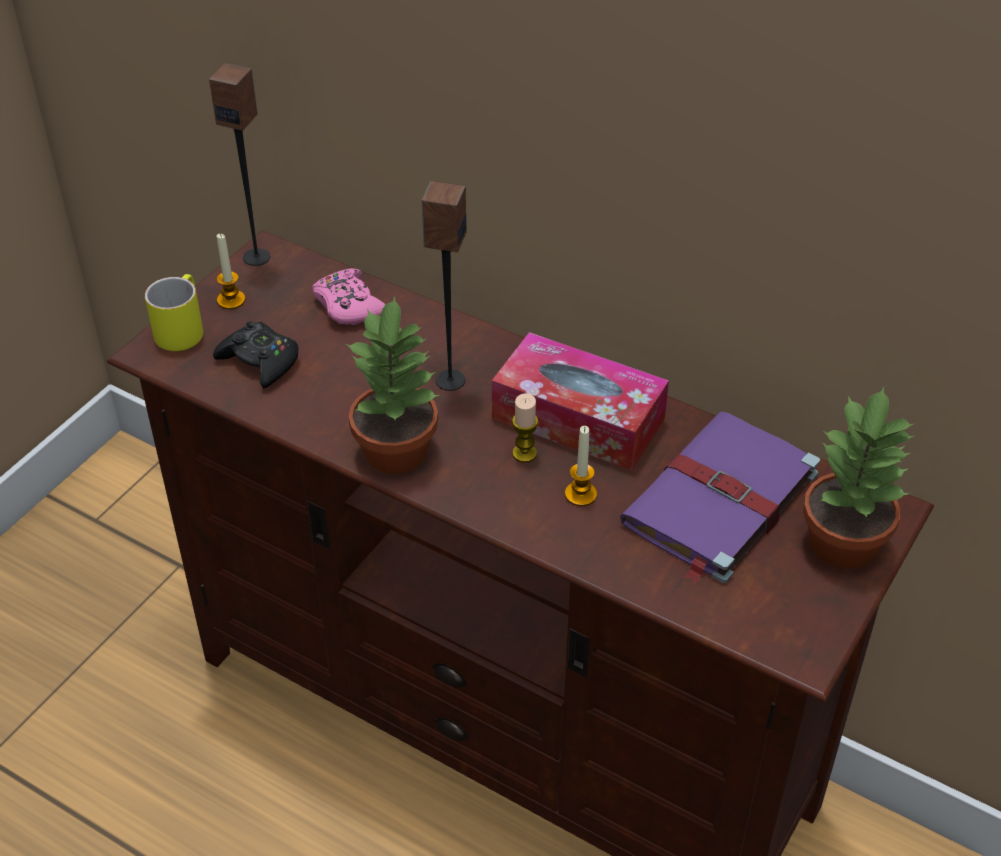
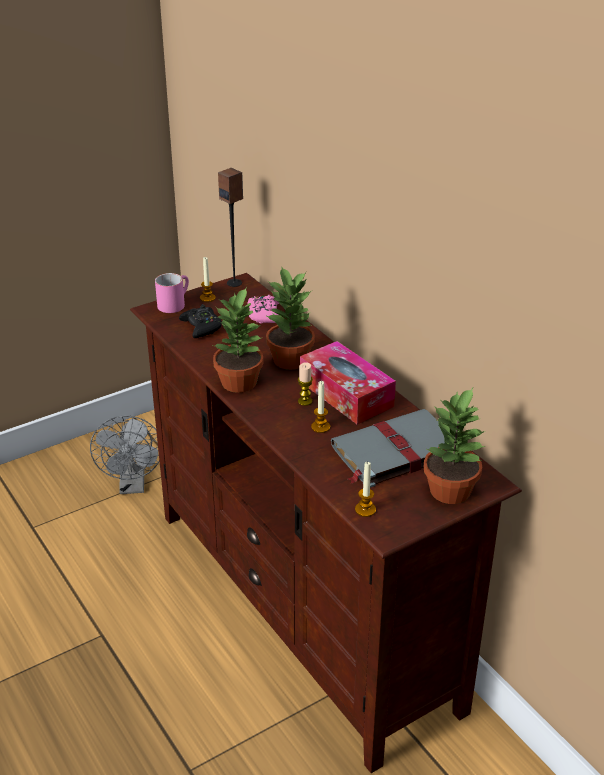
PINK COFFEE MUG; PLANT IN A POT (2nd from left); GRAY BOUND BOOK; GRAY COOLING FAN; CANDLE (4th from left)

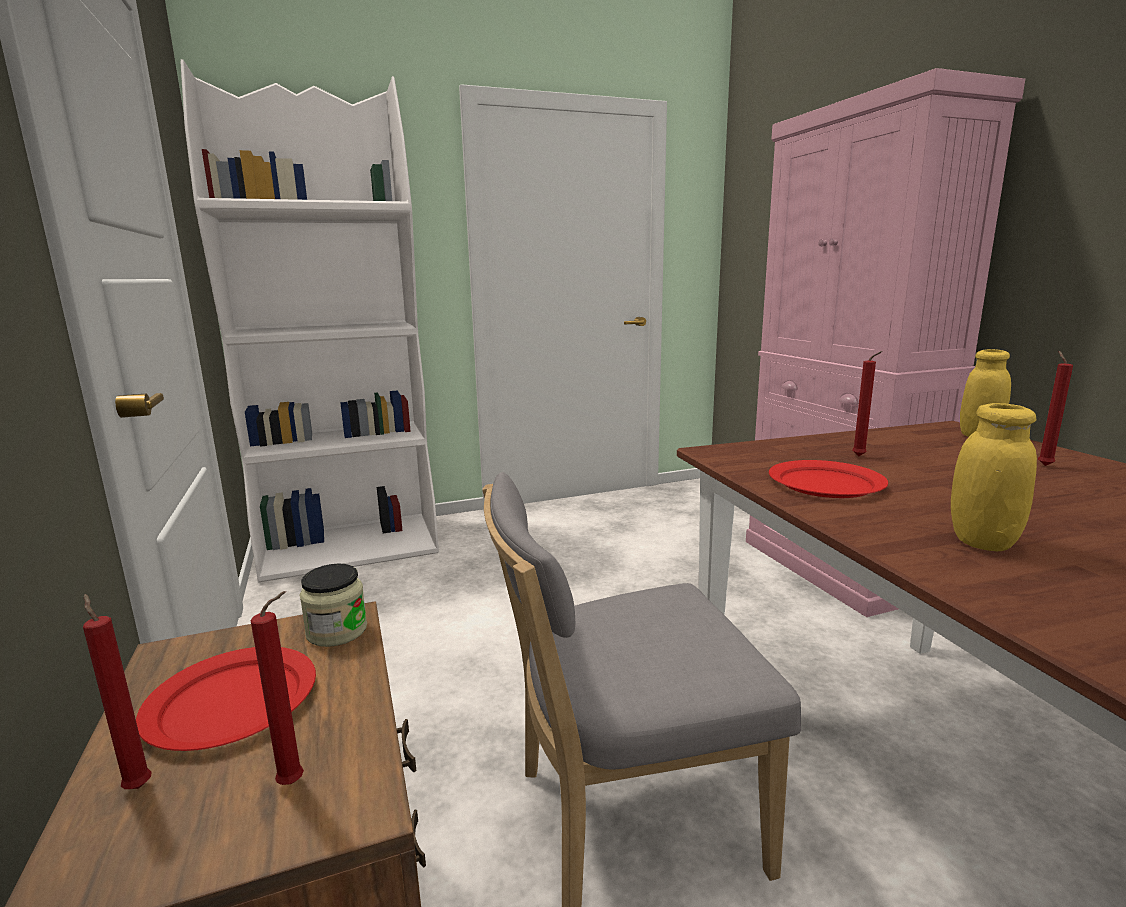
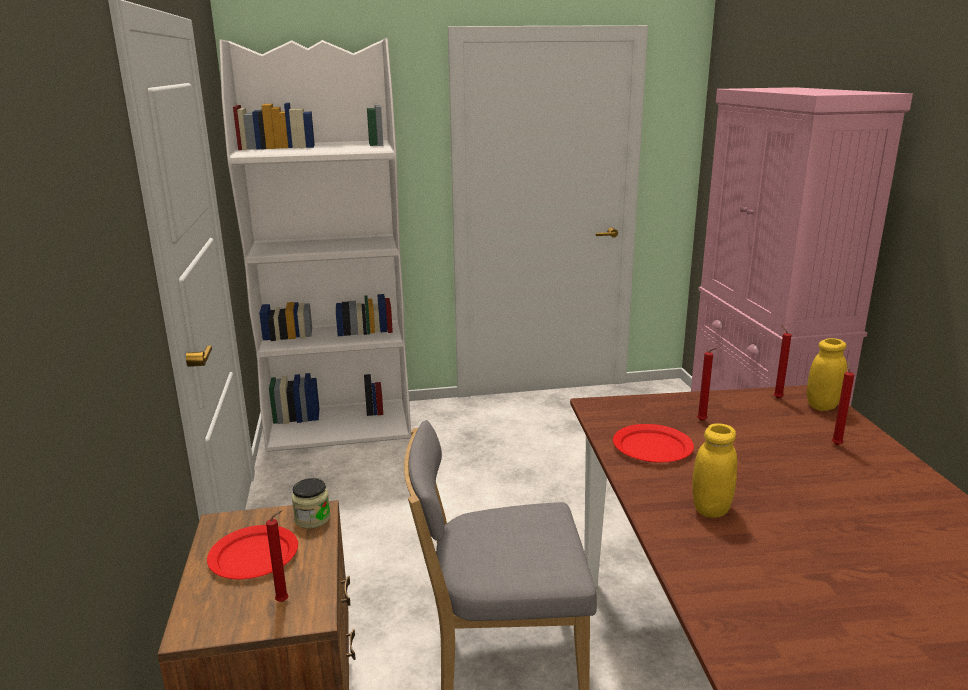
REDDISH CANDLE (3rd from left)

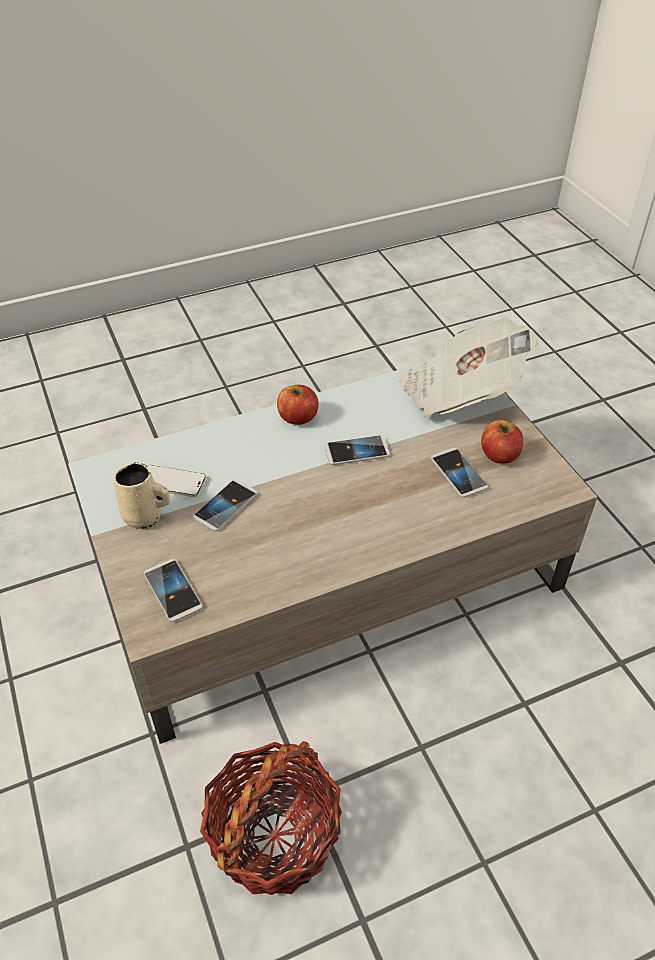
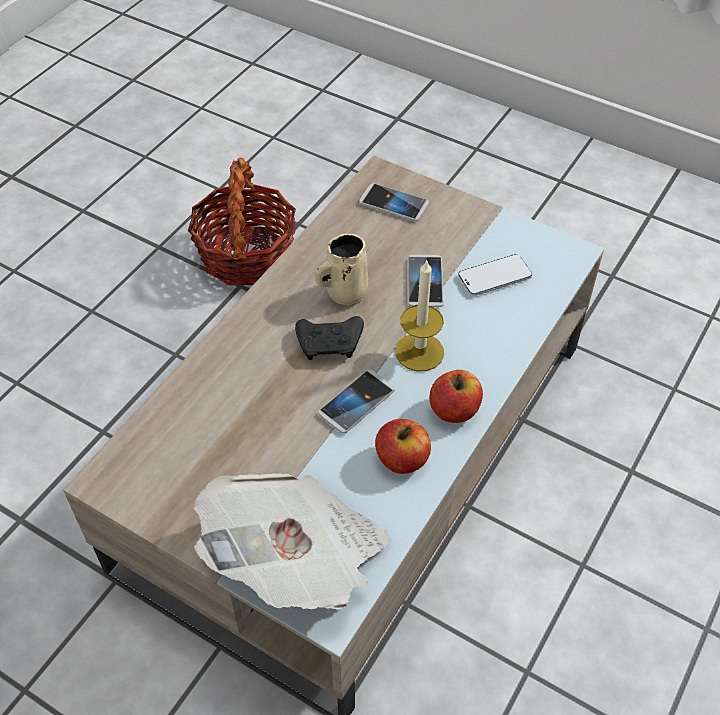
BEIGE-COLOURED COFFEE MUG; TELEPHONE (5th from left in the first image); APPLE (1st from left); BLACKISH GAMEPAD; CANDLE

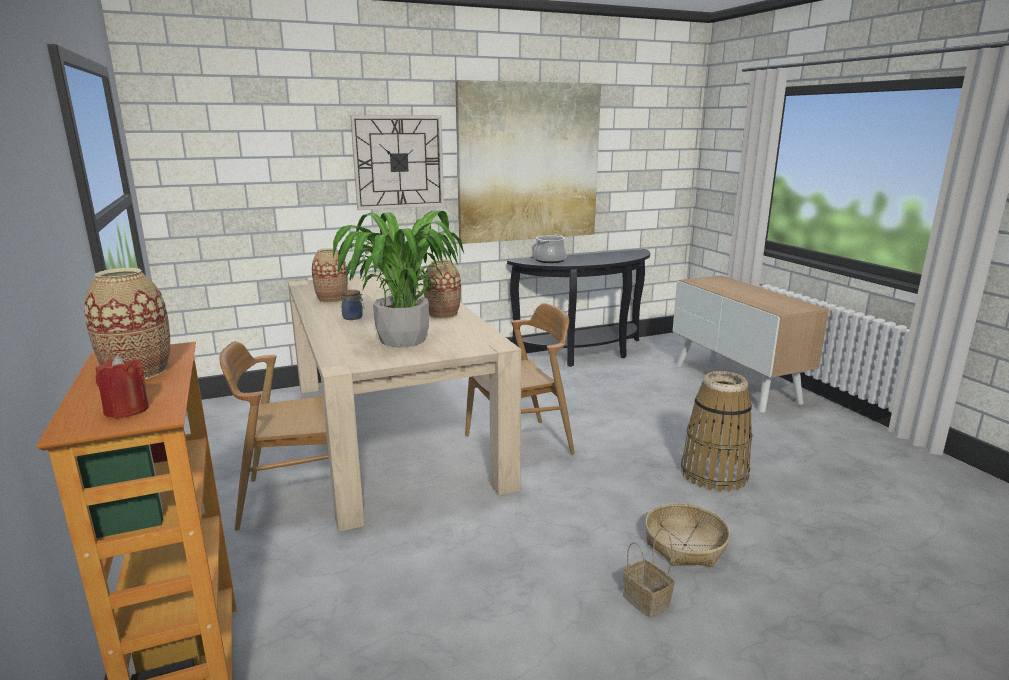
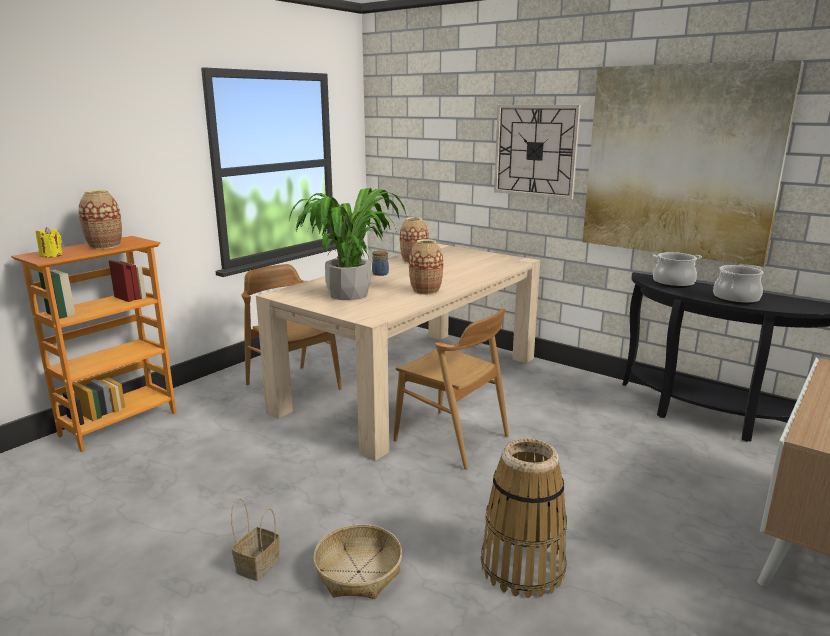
YELLOW CANDLE; STOCKPOT (2nd from left)

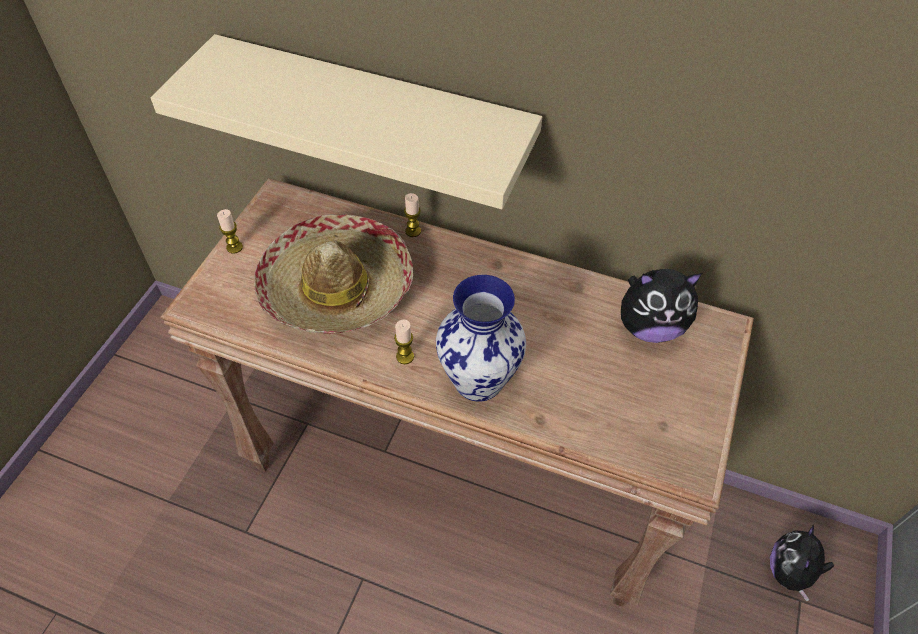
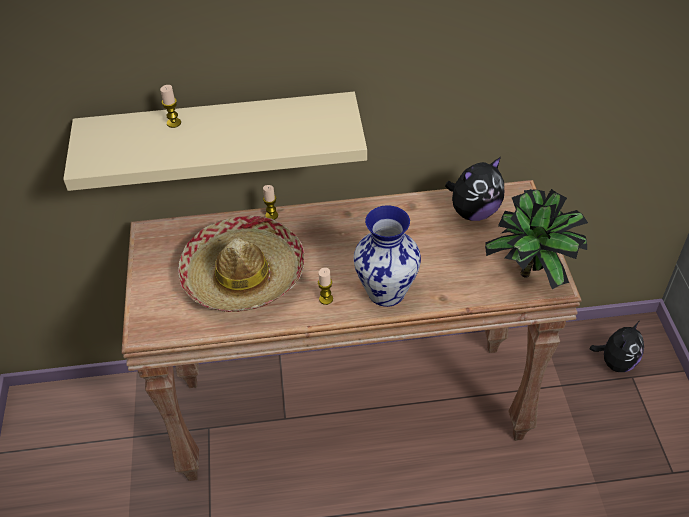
CANDLE (1st from left); PLUSH TOY (2nd from left); PLANT IN A POT

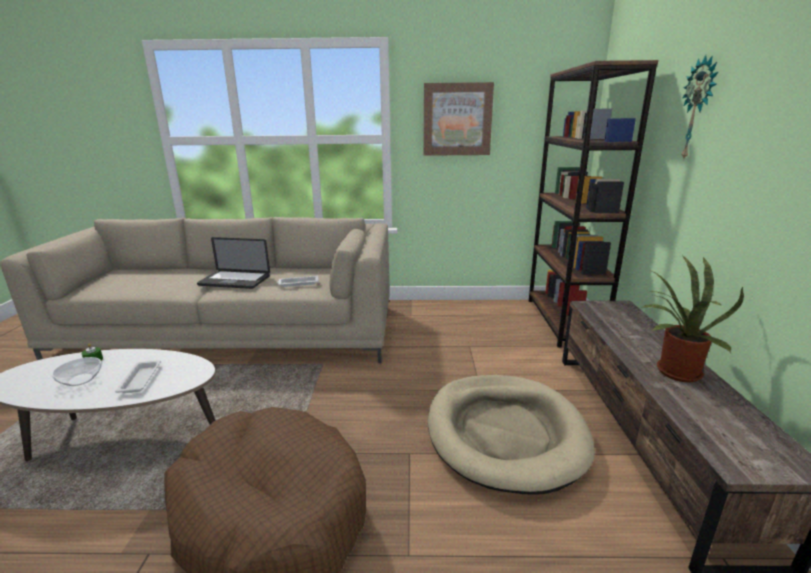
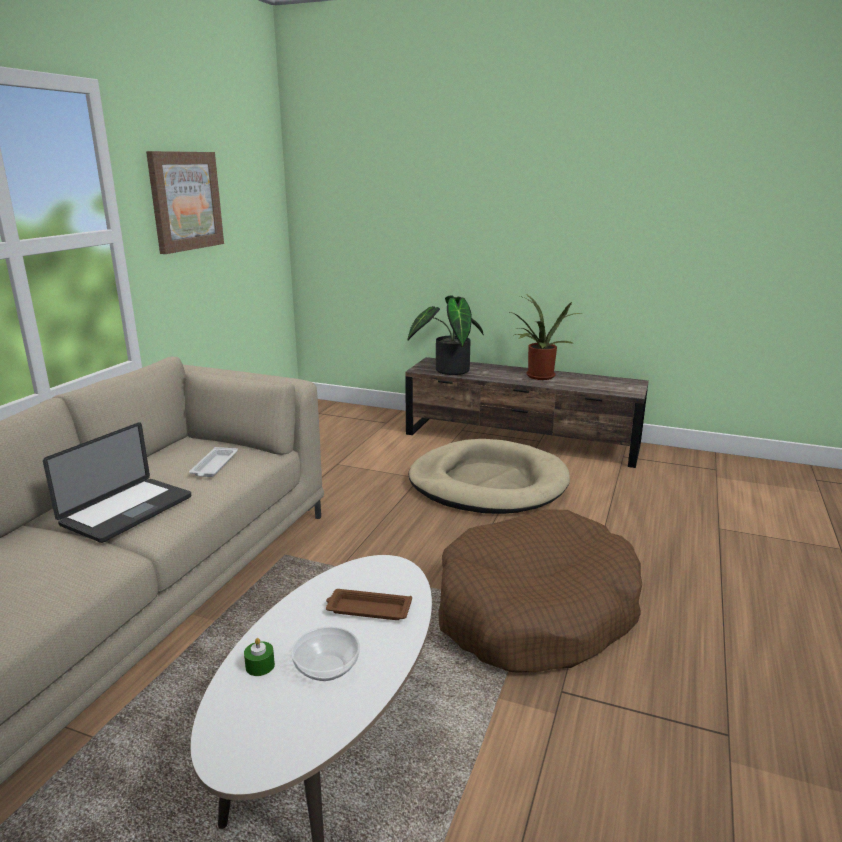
BROWN-COLOURED TRAY; BROWN-COLOURED BOOKSHELF; WALL CLOCK; PLANT IN A POT (1st from left)

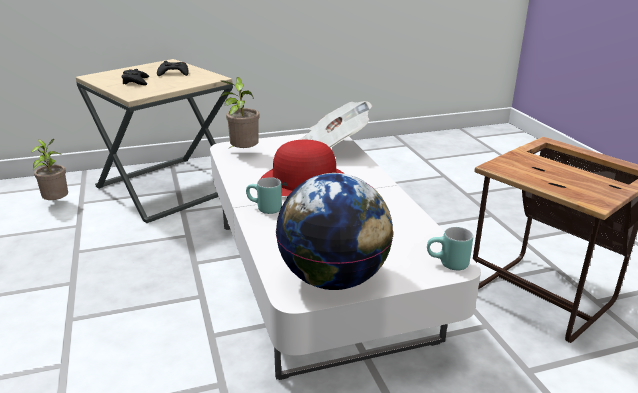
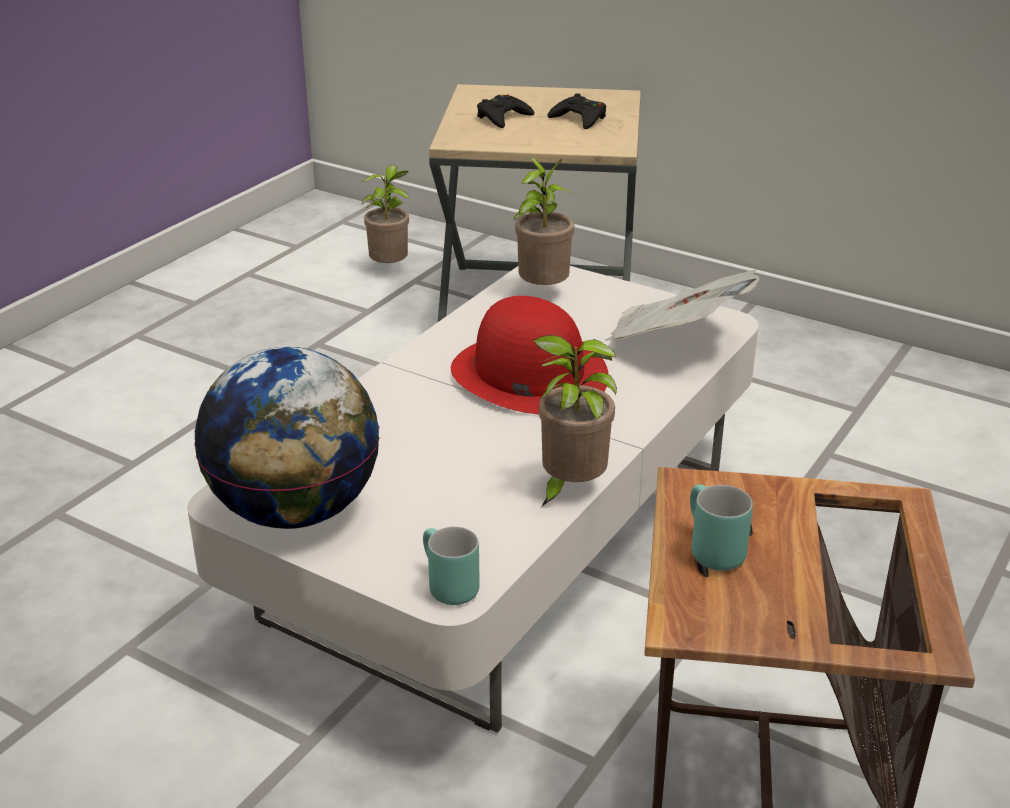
TURQUOISE-COLOURED COFFEE MUG (2nd from left); PLANT IN A POT (3rd from left)

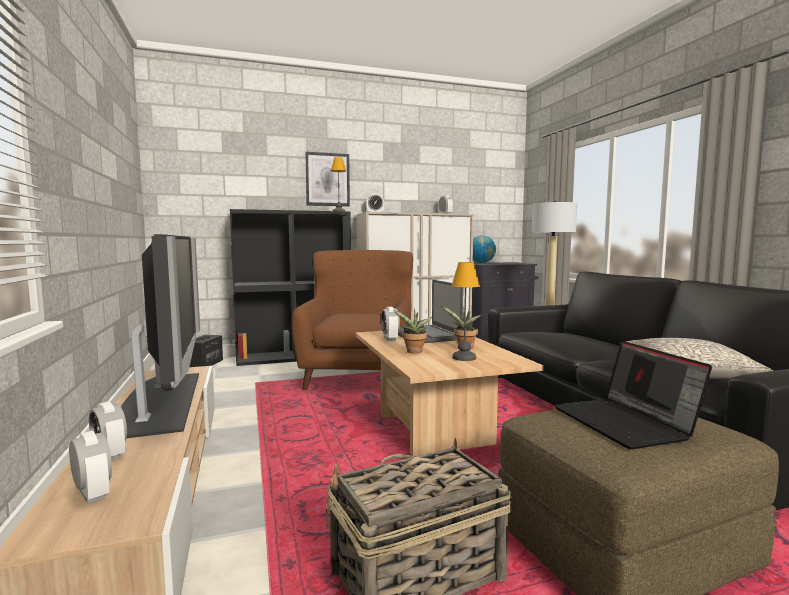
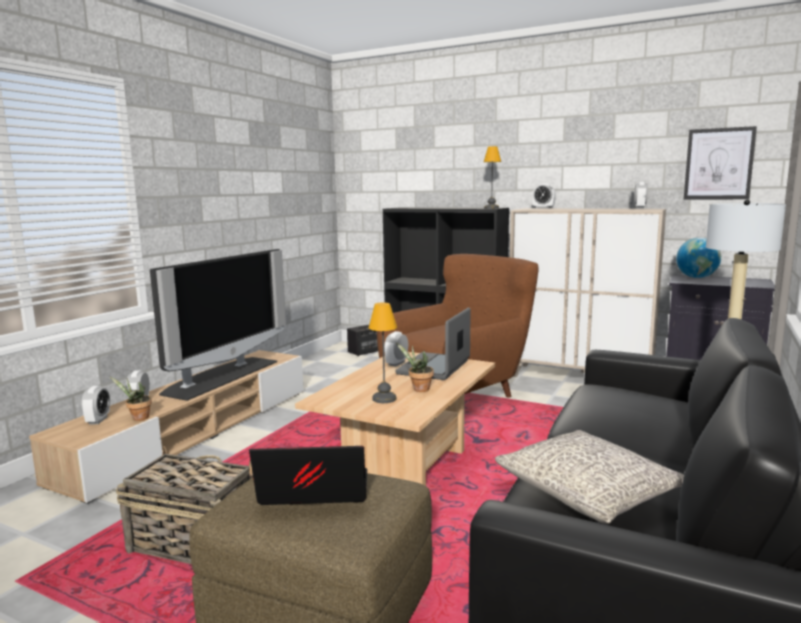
WALL PICTURE; PLANT IN A POT (1st from left); PORTABLE COMPUTER (1st from left)

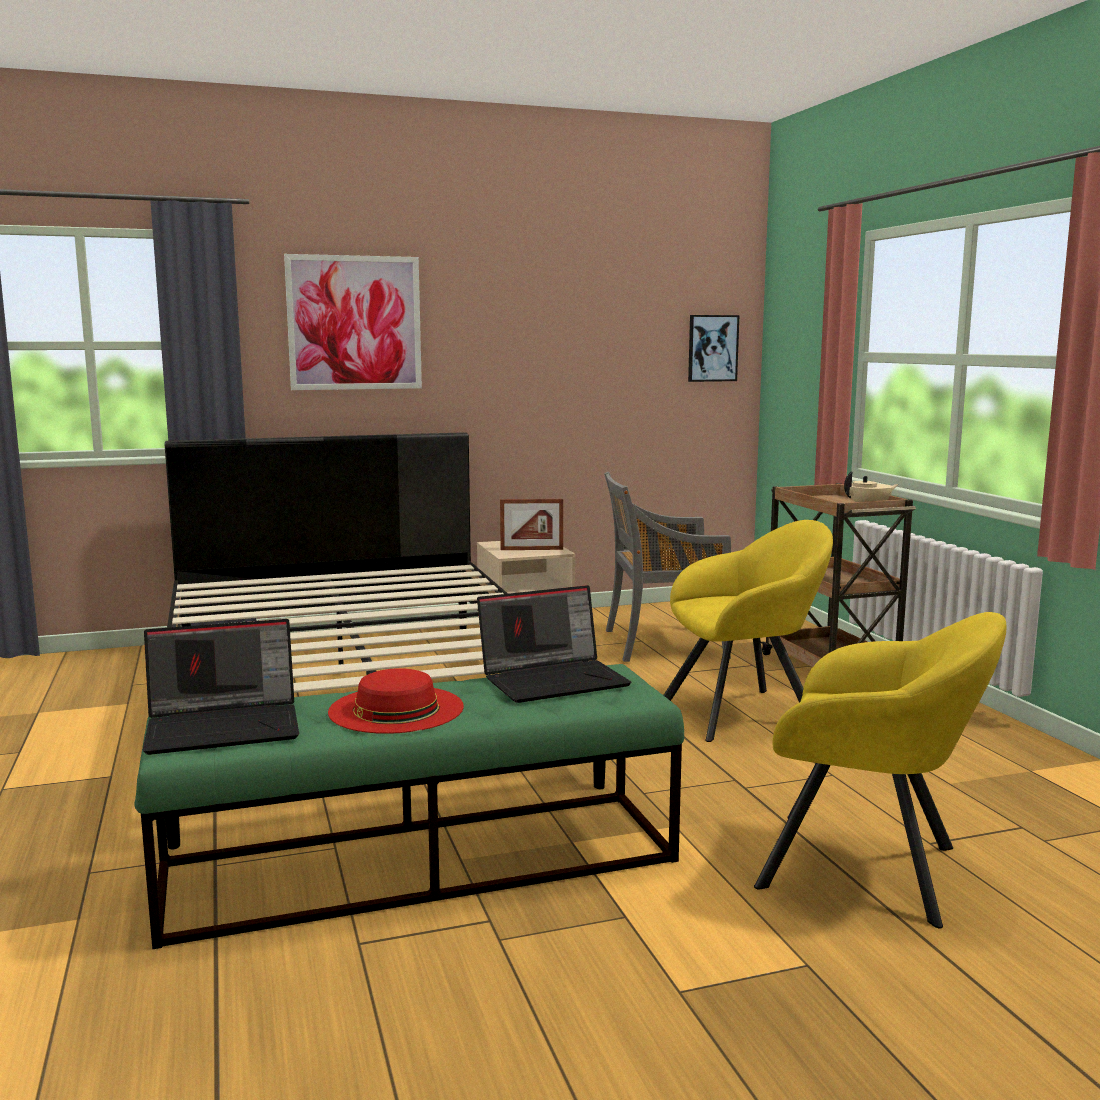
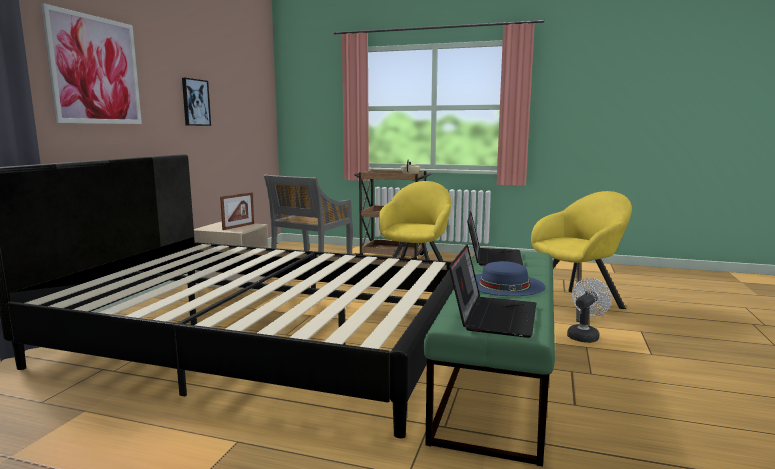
BLUE-COLOURED WEARABLE HAT; WALL PICTURE (2nd from left); WHITISH COOLING FAN

